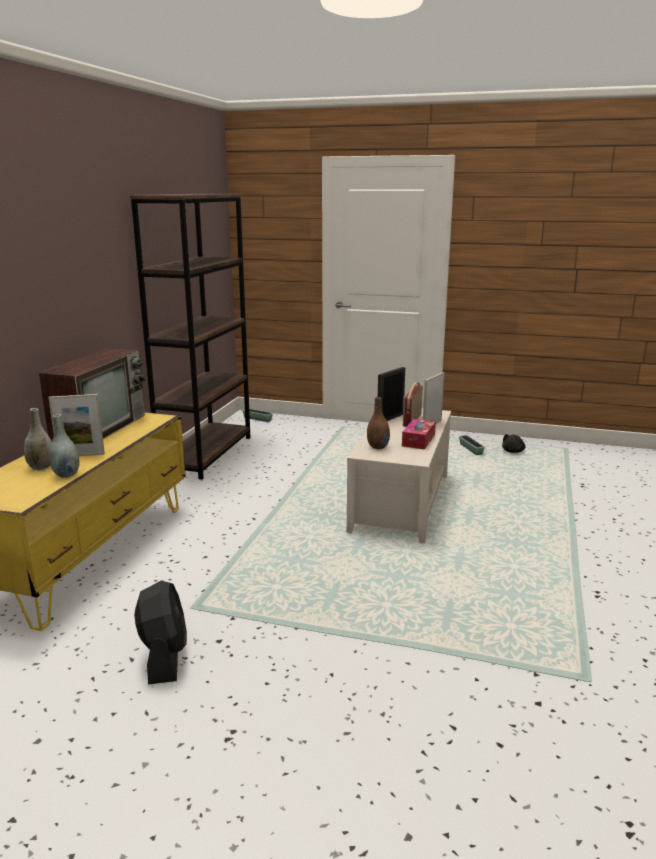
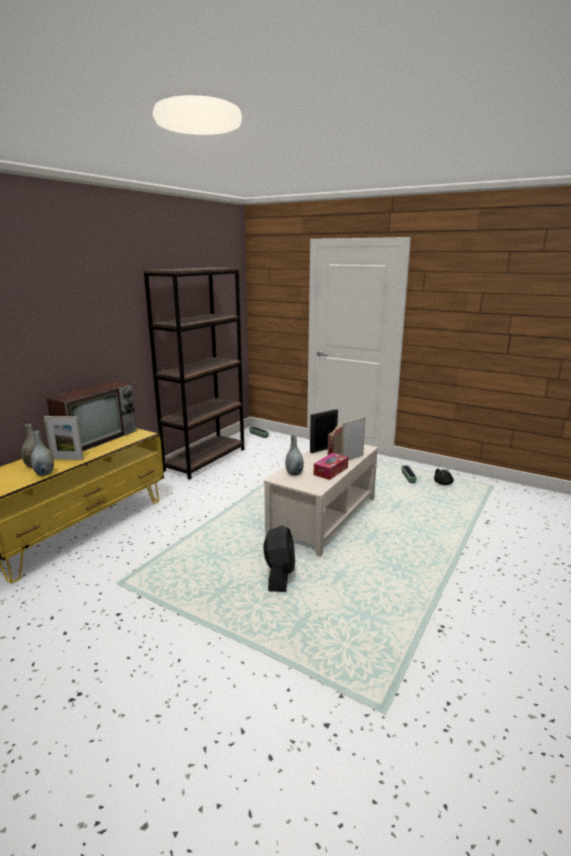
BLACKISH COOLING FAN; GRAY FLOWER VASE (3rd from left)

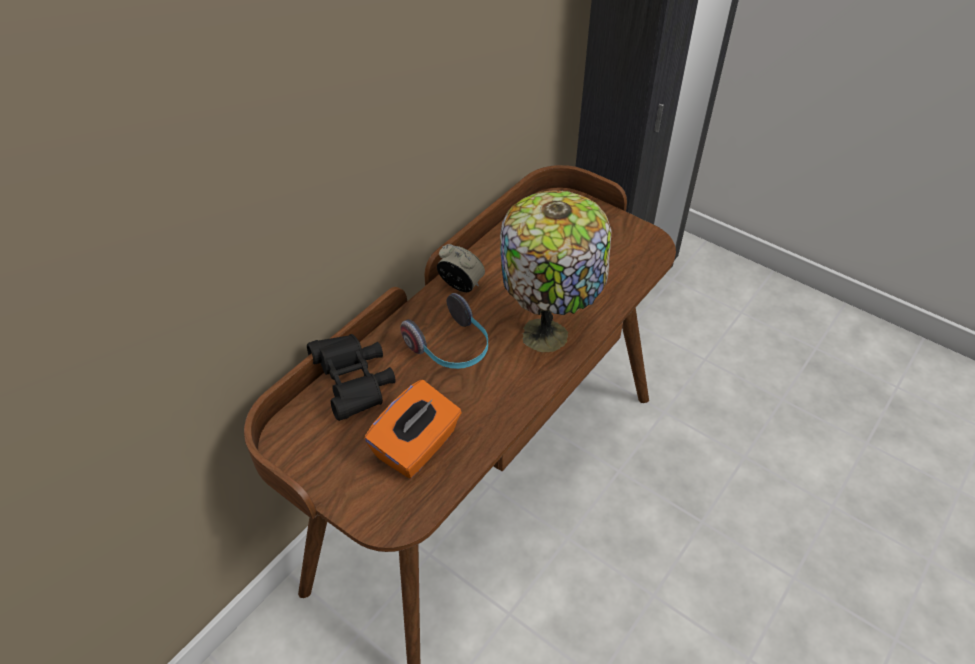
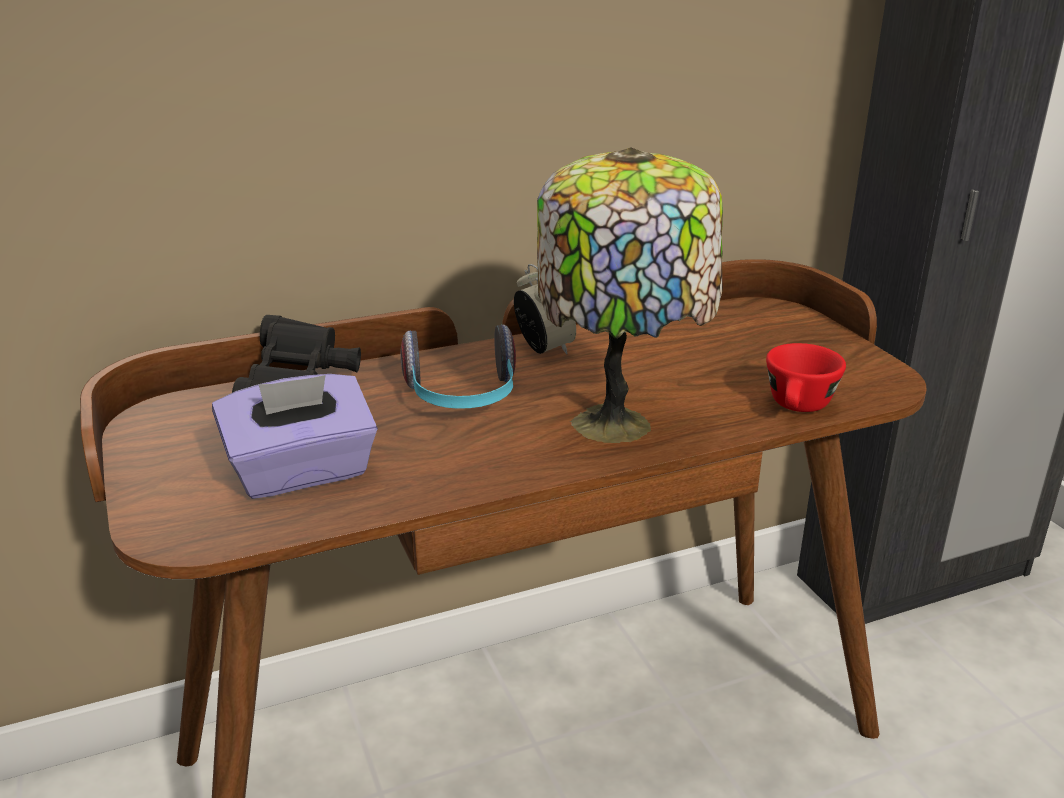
PURPLE TISSUE BOX; REDDISH SMALL CUP

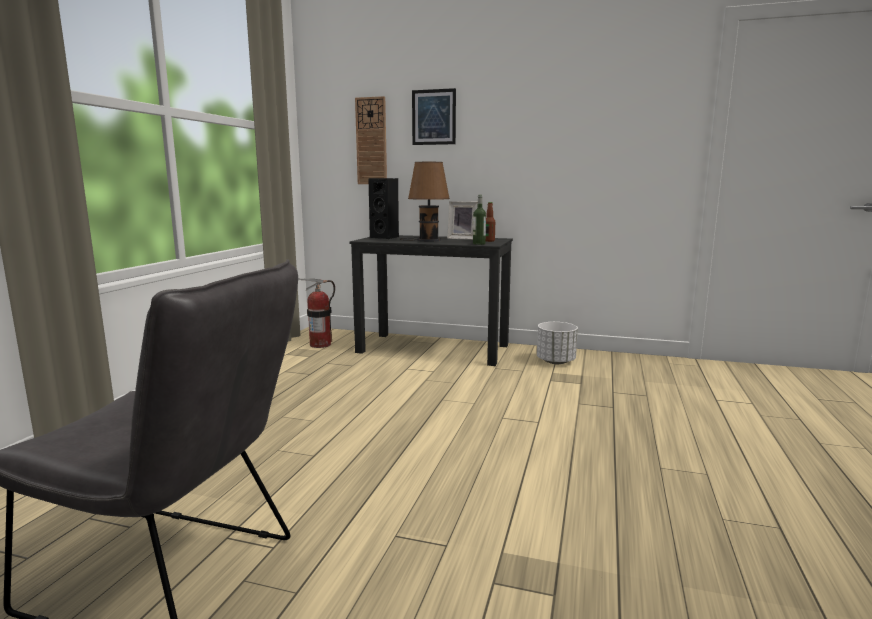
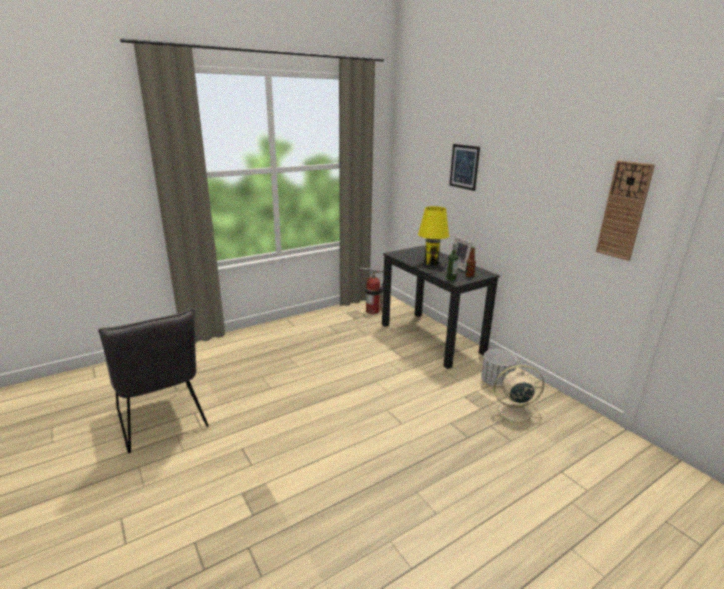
WALL CLOCK; BLACKISH SPEAKER; YELLOW TABLE LAMP; BEIGE-COLOURED COOLING FAN

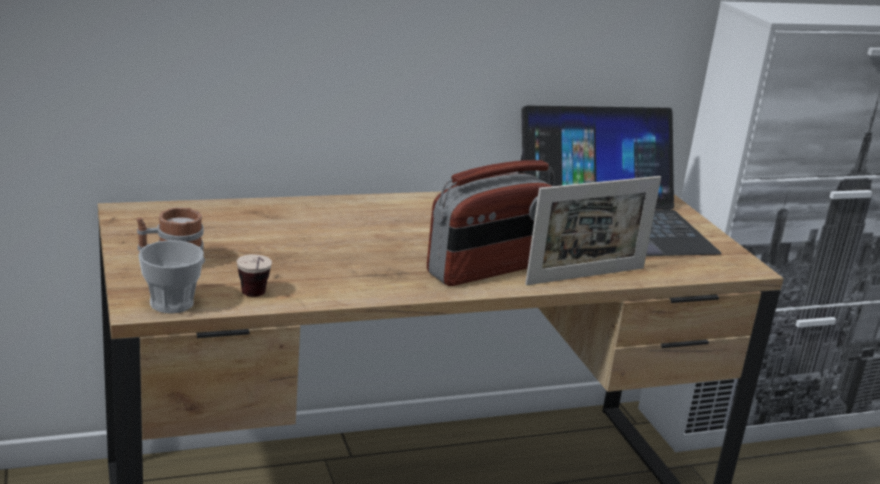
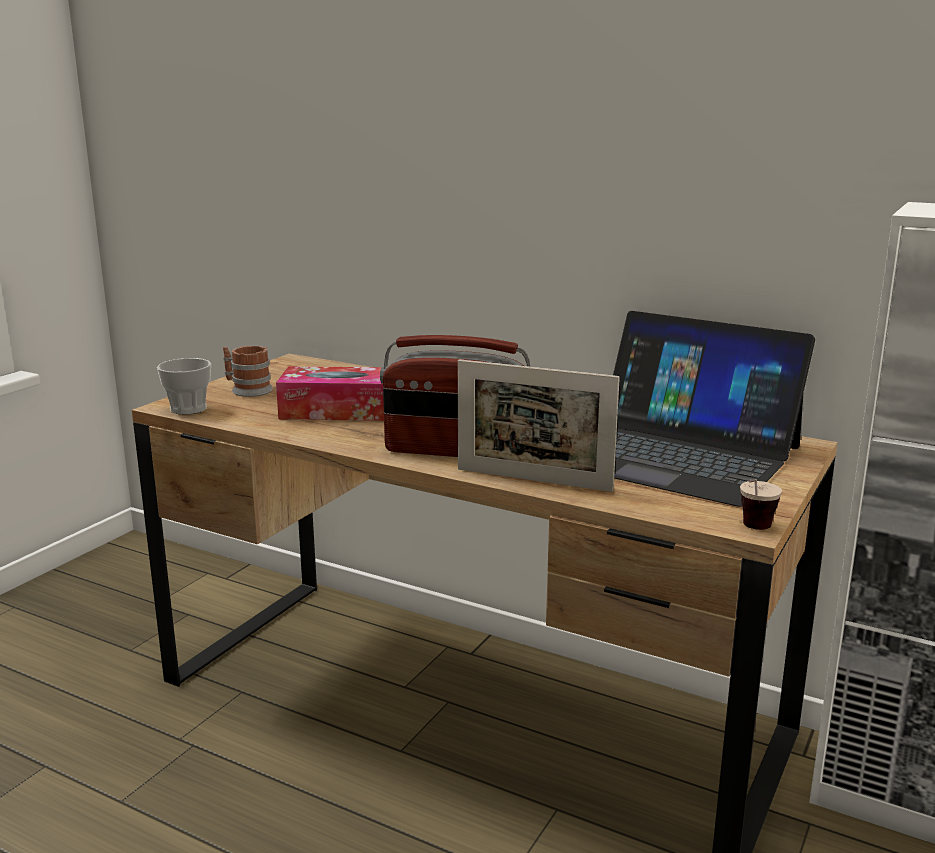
SMALL CUP (2nd from left); TISSUE BOX

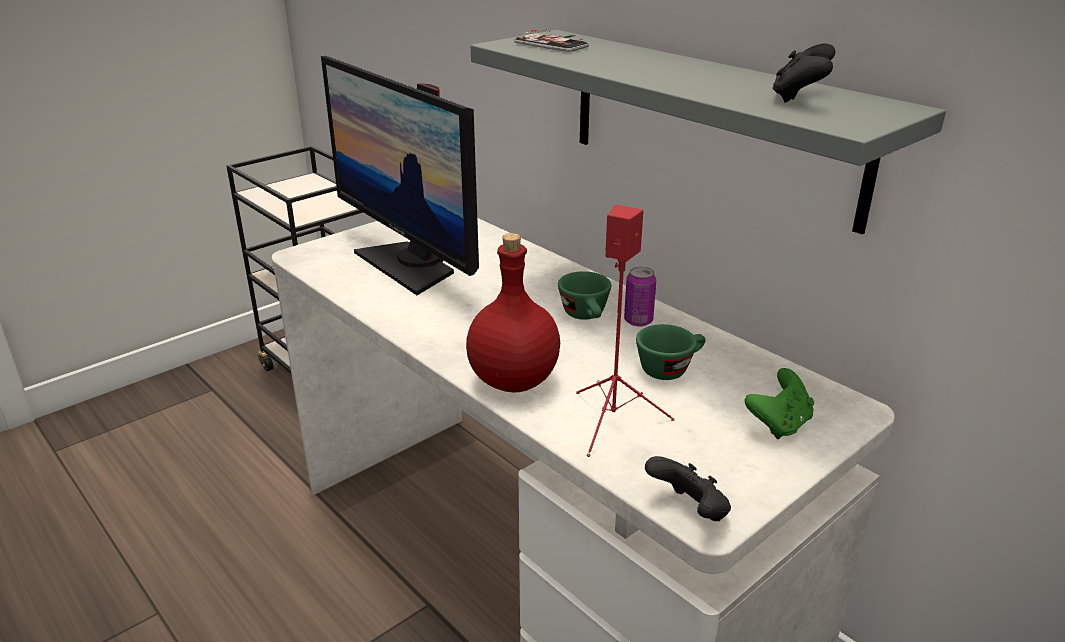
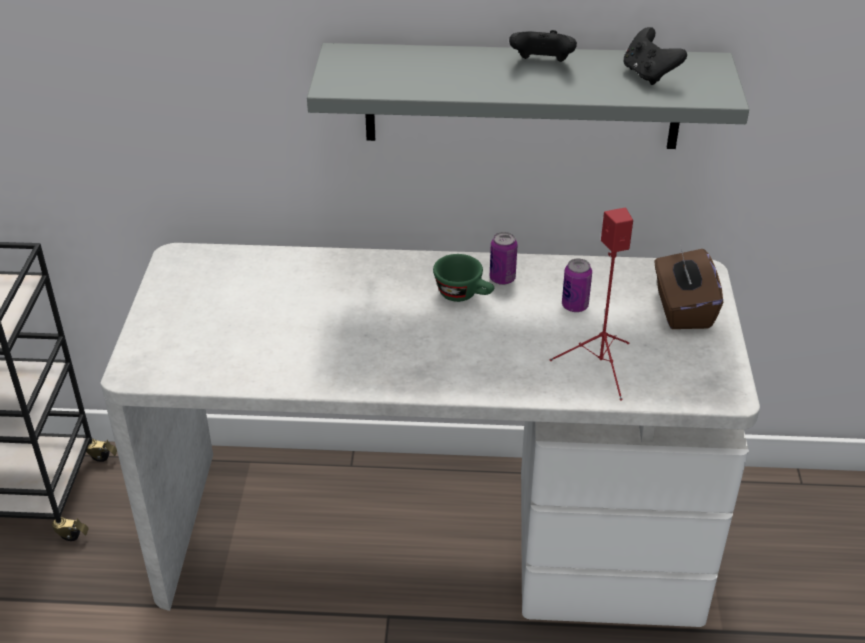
MONITOR; REDDISH BEVERAGE BOTTLE; TELEPHONE; SEALED CAN (2nd from left); BLACKISH GAMEPAD (1st from left); BROWN-COLOURED TISSUE BOX

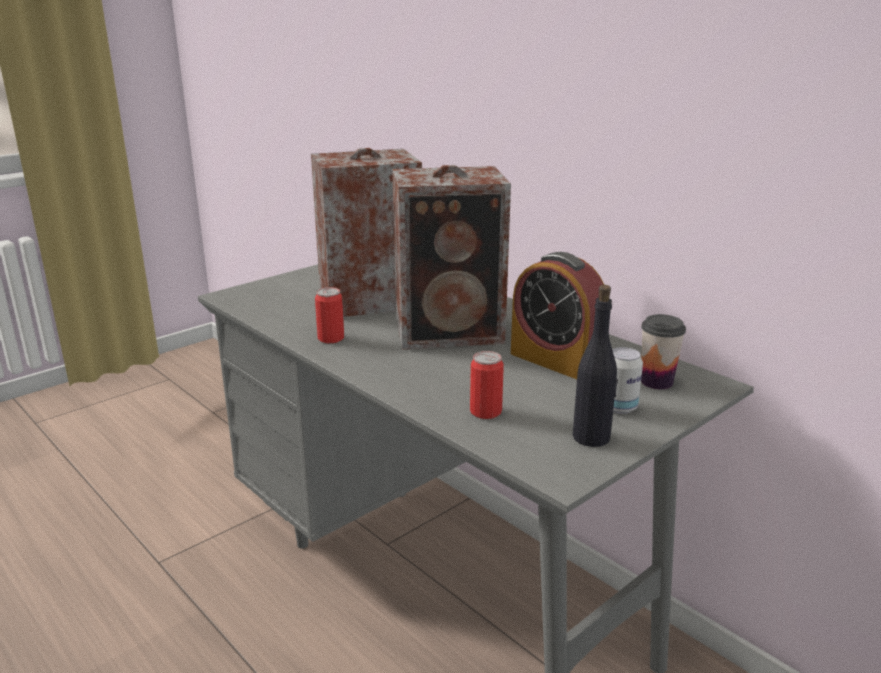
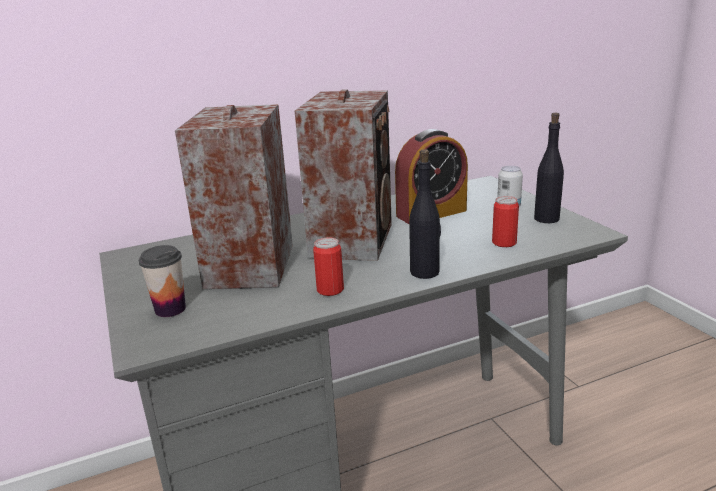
SMALL CUP; BLACKISH BEVERAGE BOTTLE (1st from left)

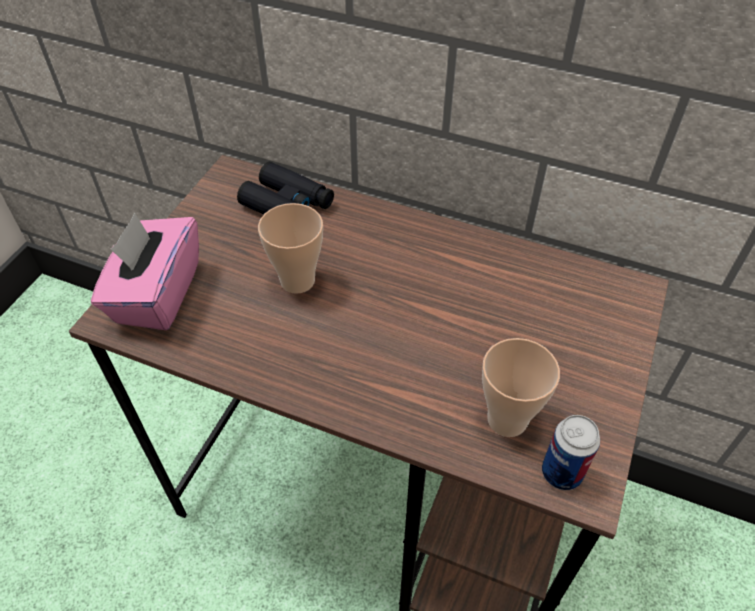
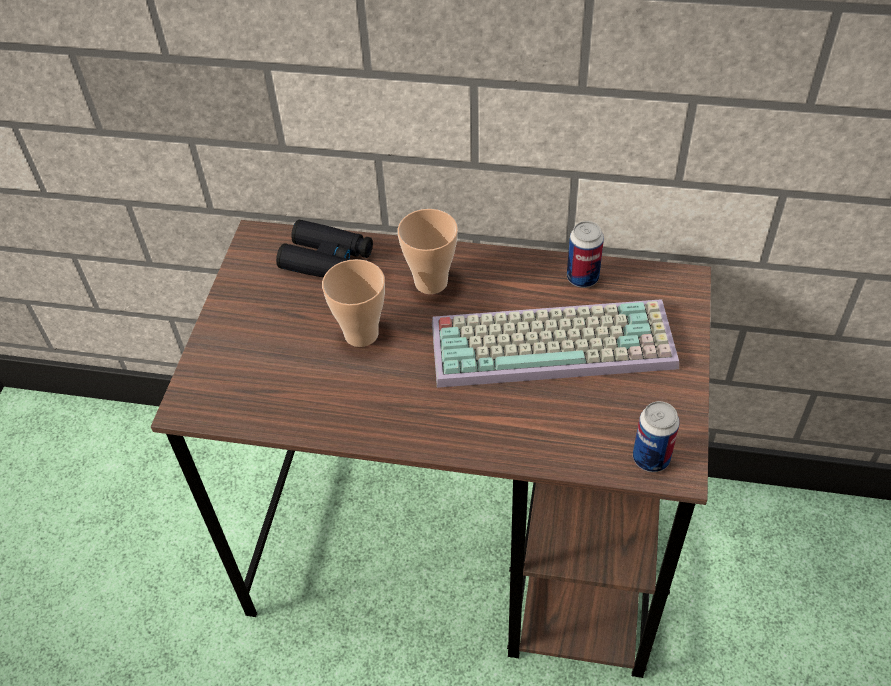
PINK TISSUE BOX; SMALL CUP (2nd from left); PC KEYBOARD; SEALED CAN (1st from left)

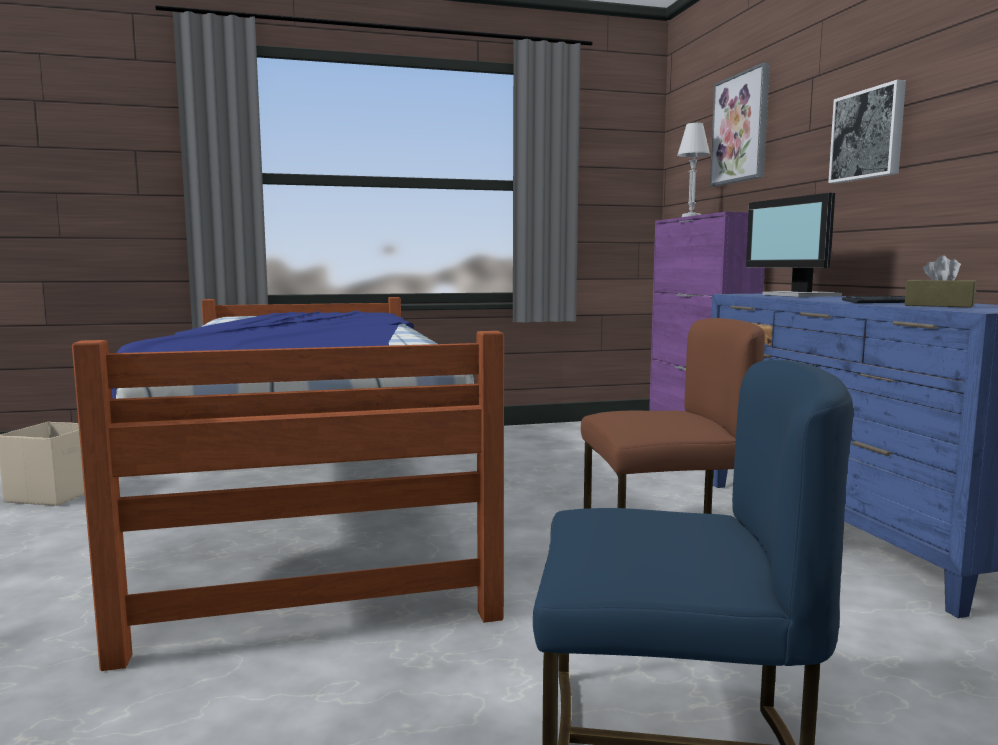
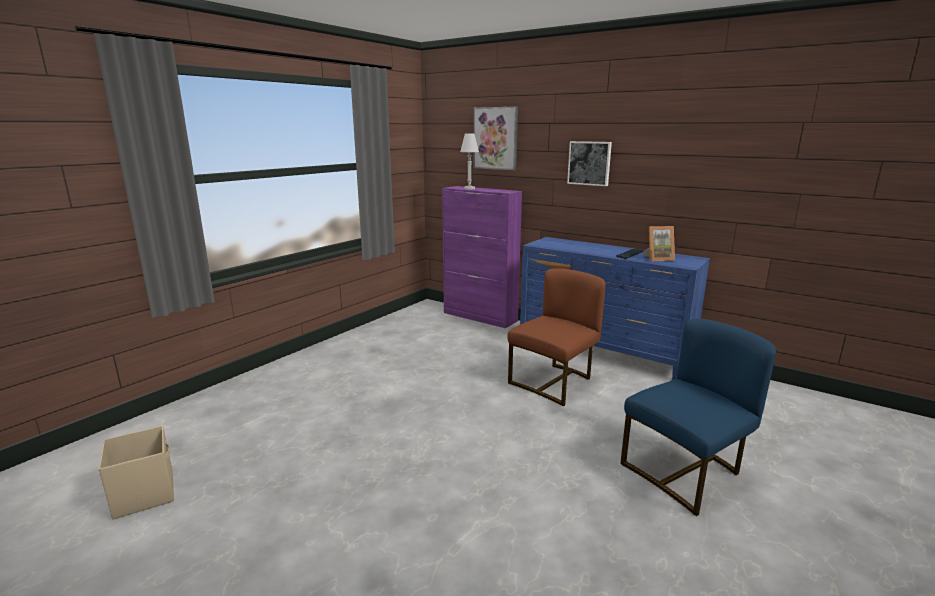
SLEEPING BED; MONITOR; PHOTO FRAME

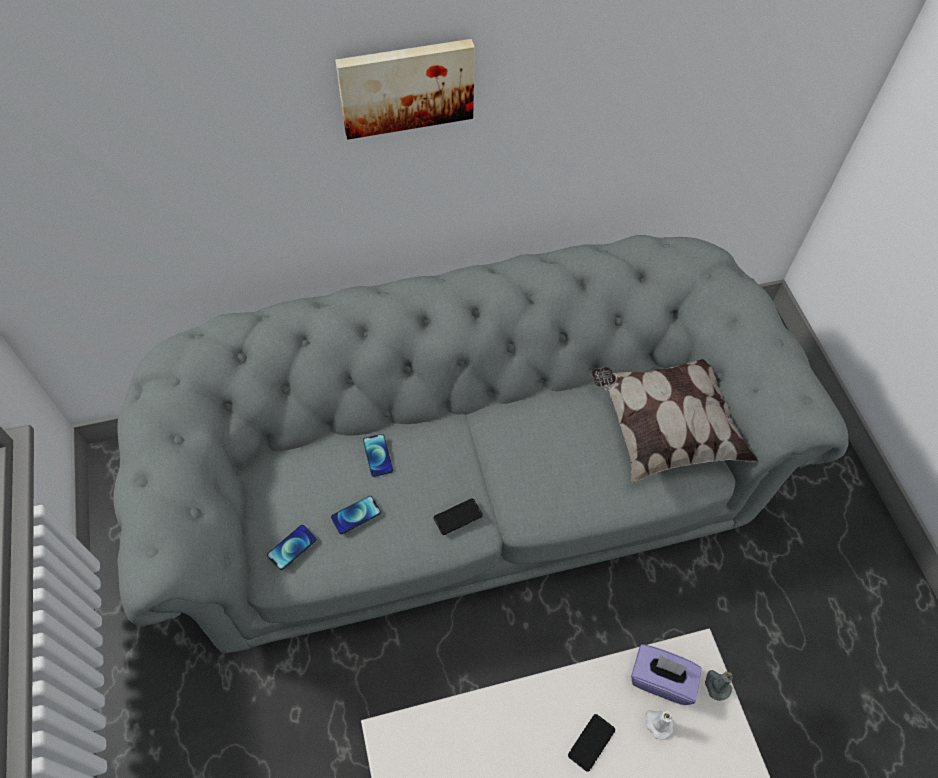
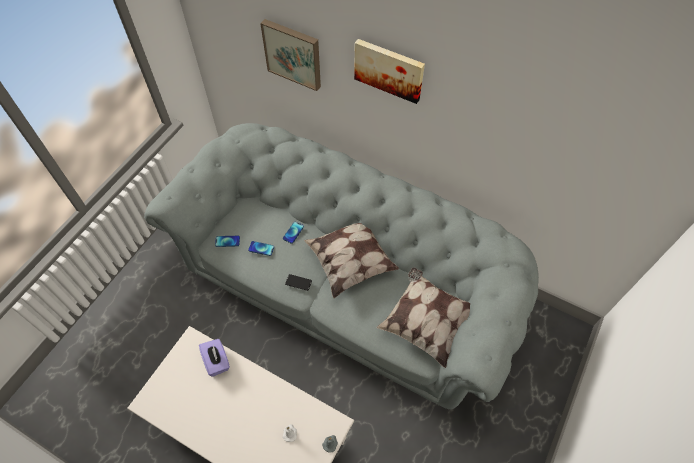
TELEPHONE (5th from left in the first image); PURPLE TISSUE BOX; WALL PICTURE (1st from left); THROW PILLOW (1st from left)

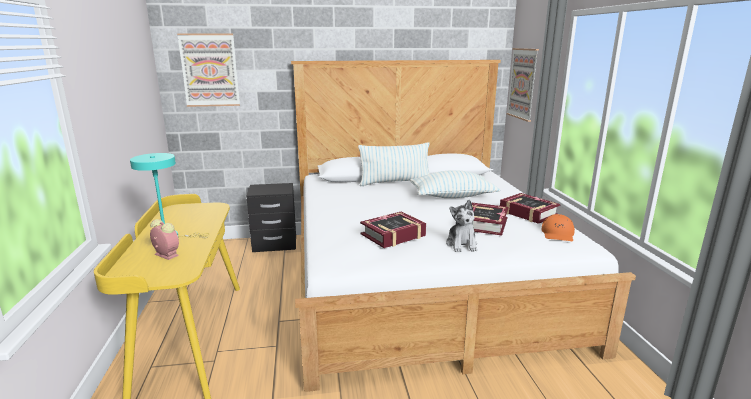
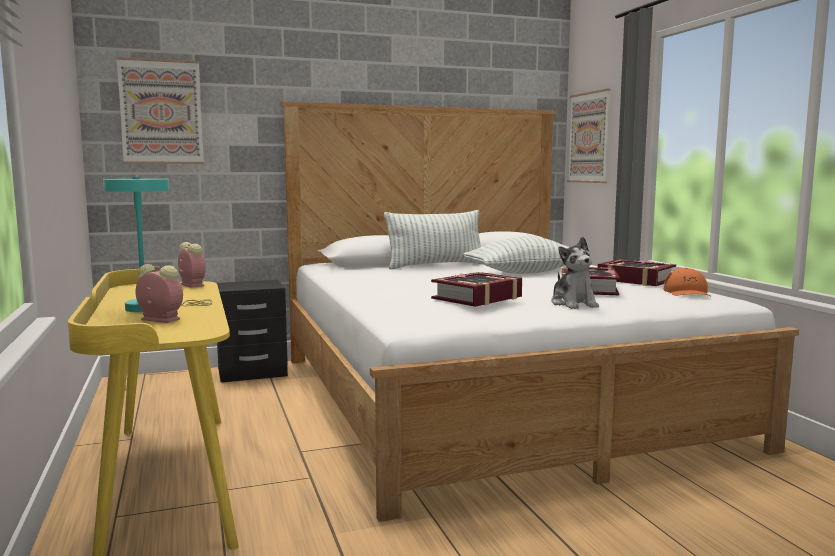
BEDSIDE CLOCK (2nd from left)

